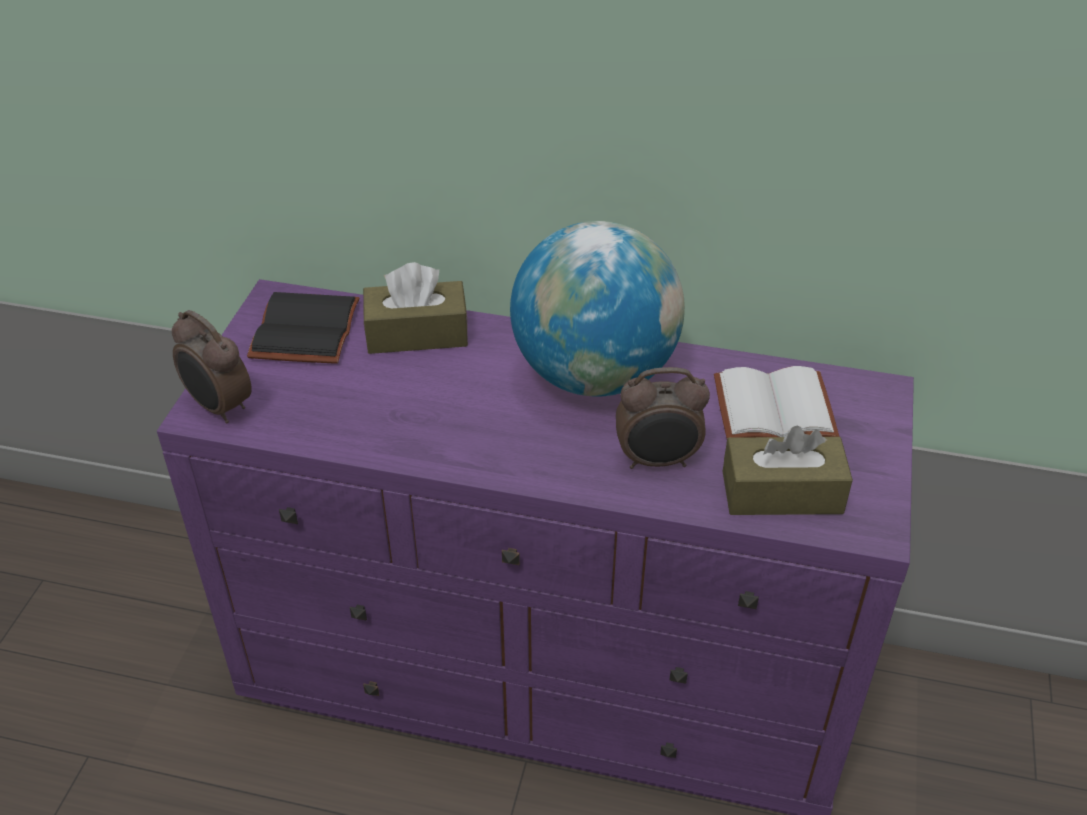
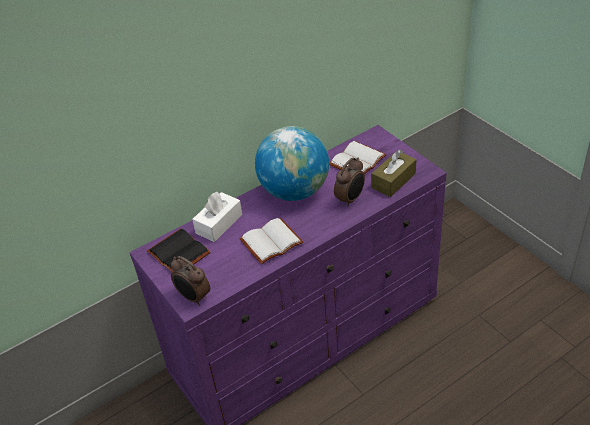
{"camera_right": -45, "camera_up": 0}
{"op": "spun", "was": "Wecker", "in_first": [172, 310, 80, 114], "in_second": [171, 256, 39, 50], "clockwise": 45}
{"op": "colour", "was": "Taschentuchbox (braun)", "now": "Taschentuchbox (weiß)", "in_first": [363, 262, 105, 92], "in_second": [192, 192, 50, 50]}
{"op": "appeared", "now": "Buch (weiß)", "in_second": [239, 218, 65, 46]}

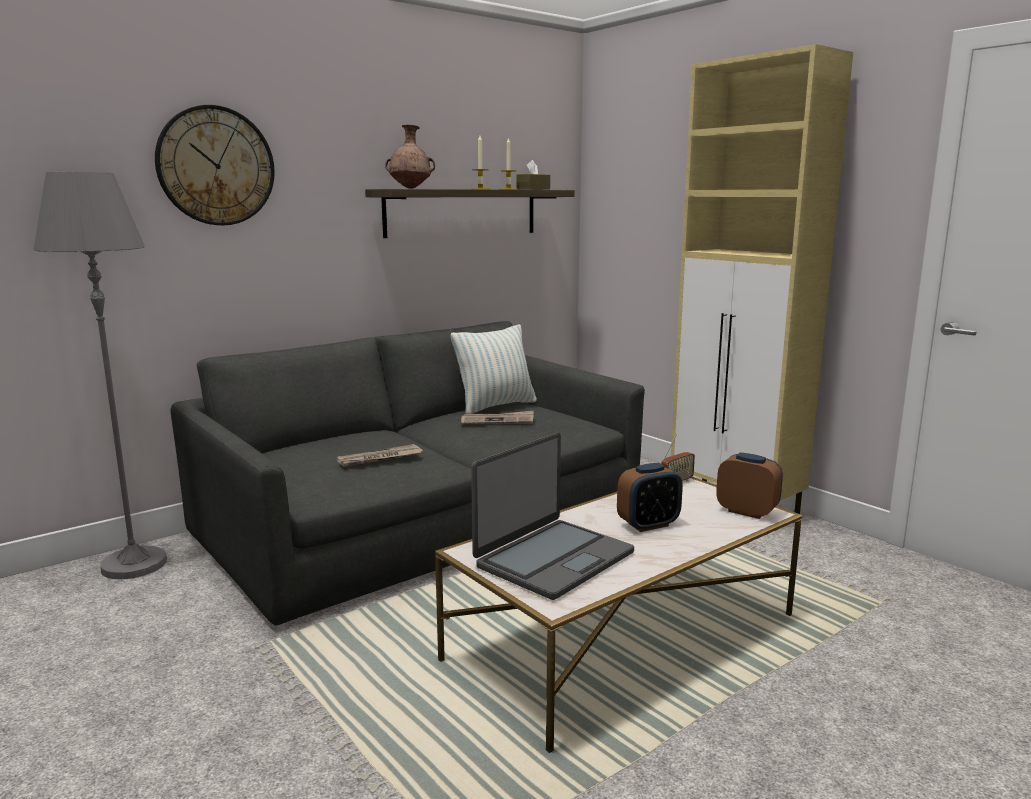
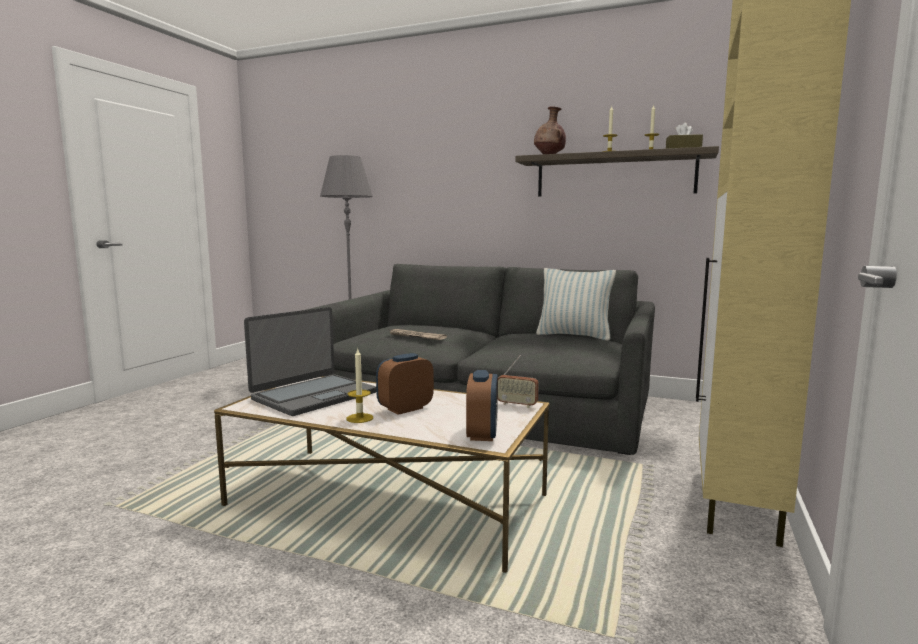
{"camera_right": 60, "camera_up": -5}
{"op": "spun", "was": "Laptop", "in_first": [471, 433, 163, 167], "in_second": [244, 307, 132, 109], "clockwise": -60}
{"op": "appeared", "now": "Kerze", "in_second": [346, 349, 27, 74]}
{"op": "spun", "was": "Wecker", "in_first": [617, 463, 66, 69], "in_second": [376, 353, 58, 62], "clockwise": 105}
{"op": "missing", "was": "Wanduhr", "in_first": [155, 105, 120, 120]}
{"op": "missing", "was": "Zeitung", "in_first": [461, 411, 73, 13]}

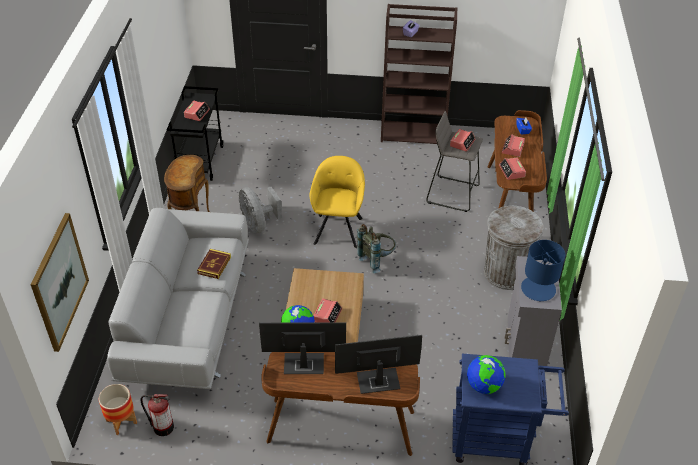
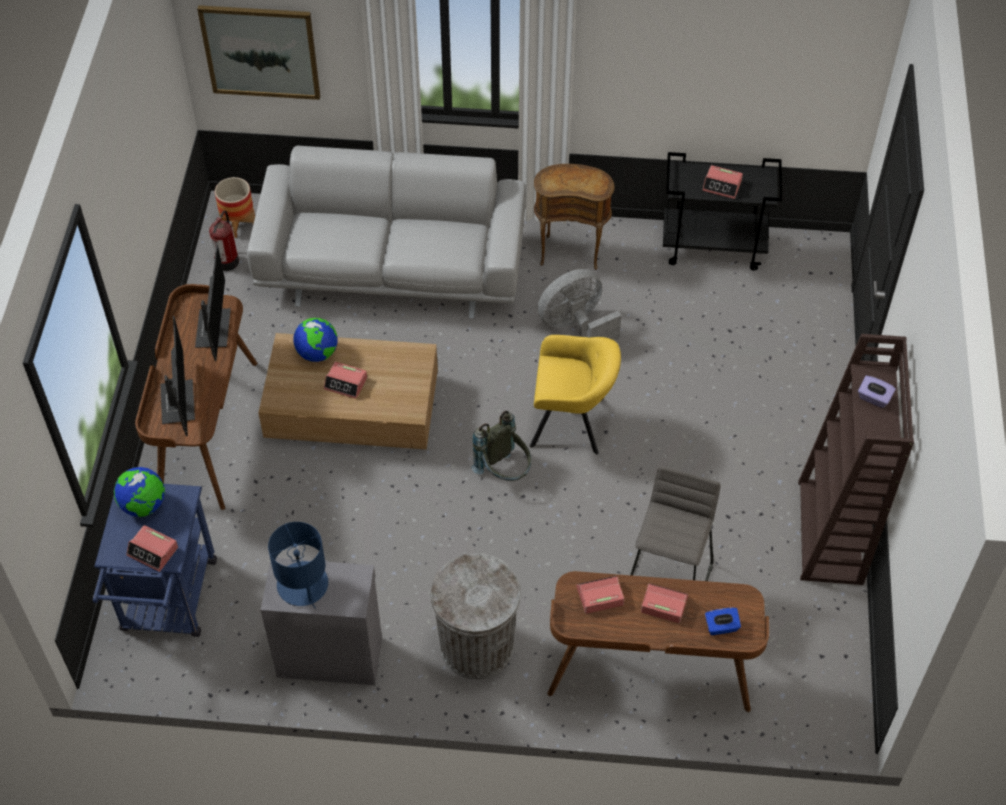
{"camera_right": 90, "camera_up": 10}
{"op": "relocated", "was": "Wecker", "in_first": [450, 129, 26, 23], "in_second": [126, 525, 52, 47]}
{"op": "missing", "was": "Buch", "in_first": [197, 249, 34, 30]}

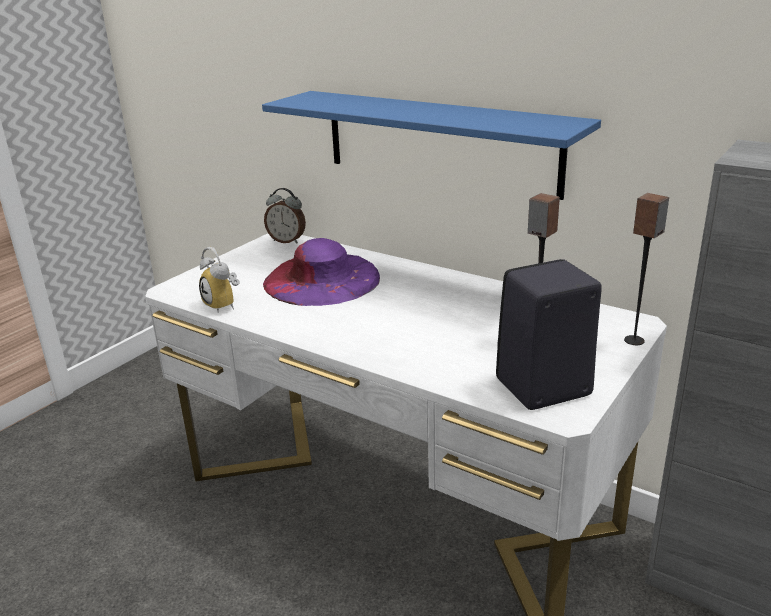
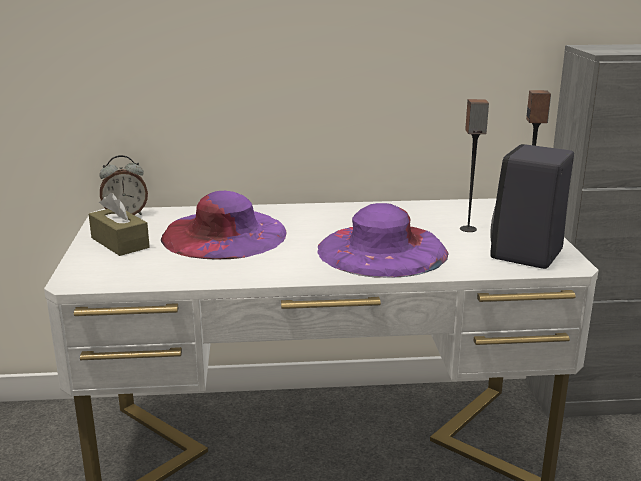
{"camera_right": -40, "camera_up": -5}
{"op": "appeared", "now": "Taschentuchbox (braun)", "in_second": [89, 193, 61, 63]}
{"op": "appeared", "now": "Hut (lila)", "in_second": [317, 203, 132, 75]}
{"op": "missing", "was": "Wecker", "in_first": [199, 247, 41, 66]}
{"op": "missing", "was": "Wandregal (blau)", "in_first": [262, 91, 339, 109]}

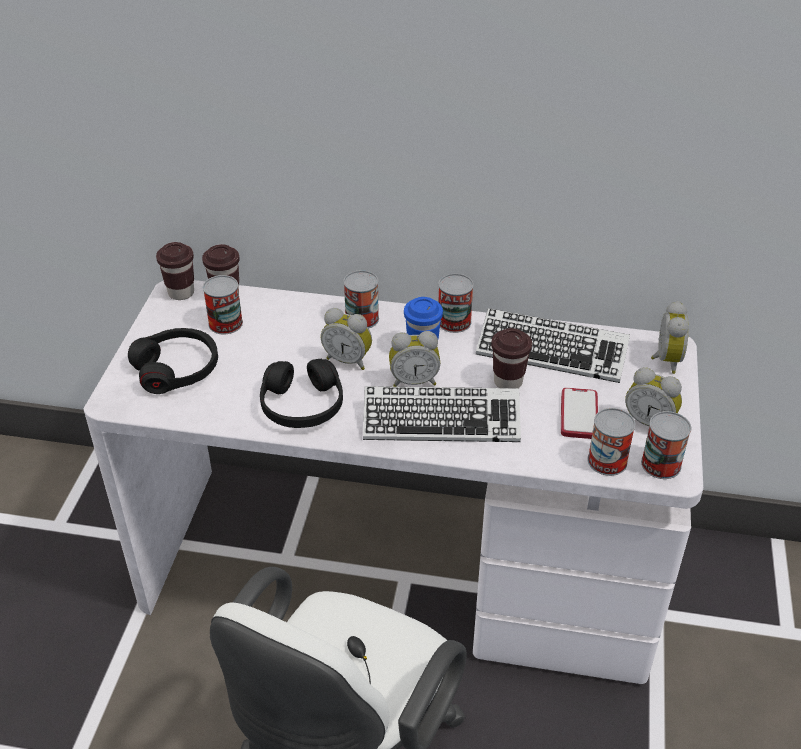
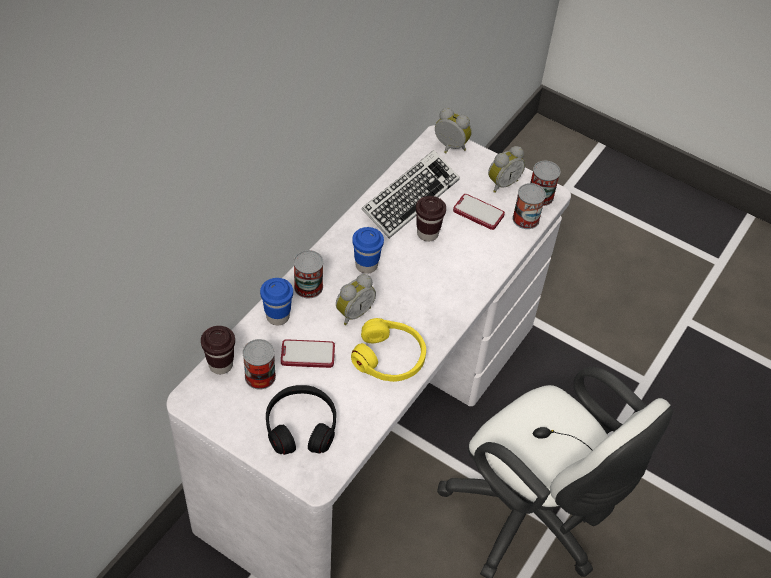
{"camera_right": -70, "camera_up": 10}
{"op": "appeared", "now": "Tasse (blau)", "in_second": [260, 278, 33, 47]}
{"op": "appeared", "now": "Handy", "in_second": [281, 340, 54, 28]}
{"op": "colour", "was": "Kopfhörer (schwarz)", "now": "Kopfhörer (gelb)", "in_first": [260, 359, 83, 69], "in_second": [351, 318, 75, 64]}
{"op": "missing", "was": "Tasse (braun)", "in_first": [156, 242, 38, 58]}
{"op": "missing", "was": "Tastatur", "in_first": [363, 386, 158, 56]}
{"op": "missing", "was": "Wecker", "in_first": [389, 331, 51, 56]}
{"op": "missing", "was": "Dose", "in_first": [438, 274, 36, 59]}

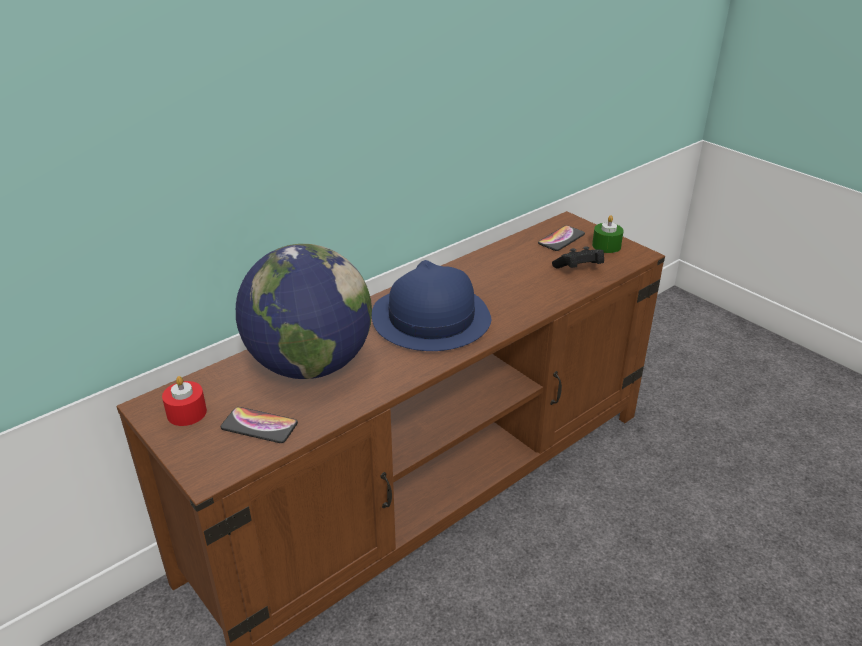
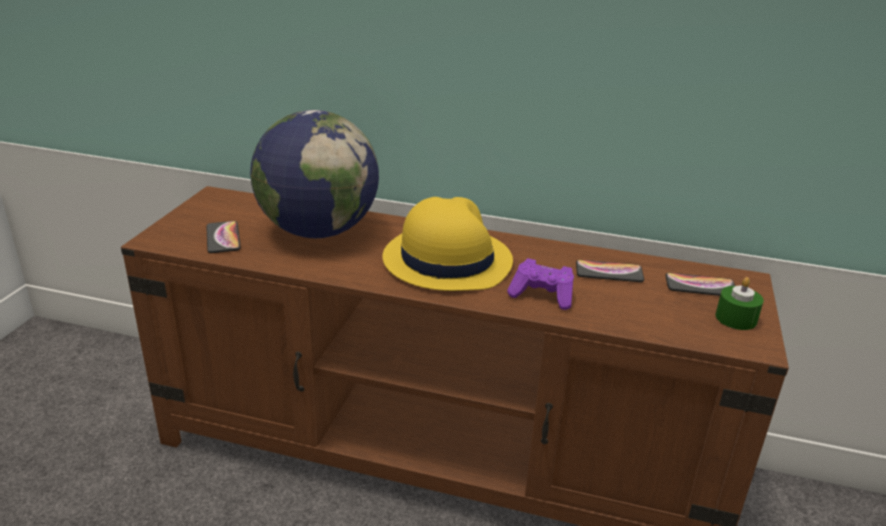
{"camera_right": 55, "camera_up": -5}
{"op": "colour", "was": "Hut (blau)", "now": "Hut (gelb)", "in_first": [372, 260, 119, 91], "in_second": [383, 197, 130, 94]}
{"op": "appeared", "now": "Gamepad (lila)", "in_second": [507, 258, 67, 52]}
{"op": "appeared", "now": "Handy", "in_second": [576, 260, 68, 22]}
{"op": "missing", "was": "Kerze (rot)", "in_first": [162, 376, 45, 50]}
{"op": "missing", "was": "Gamepad (schwarz)", "in_first": [552, 246, 52, 22]}

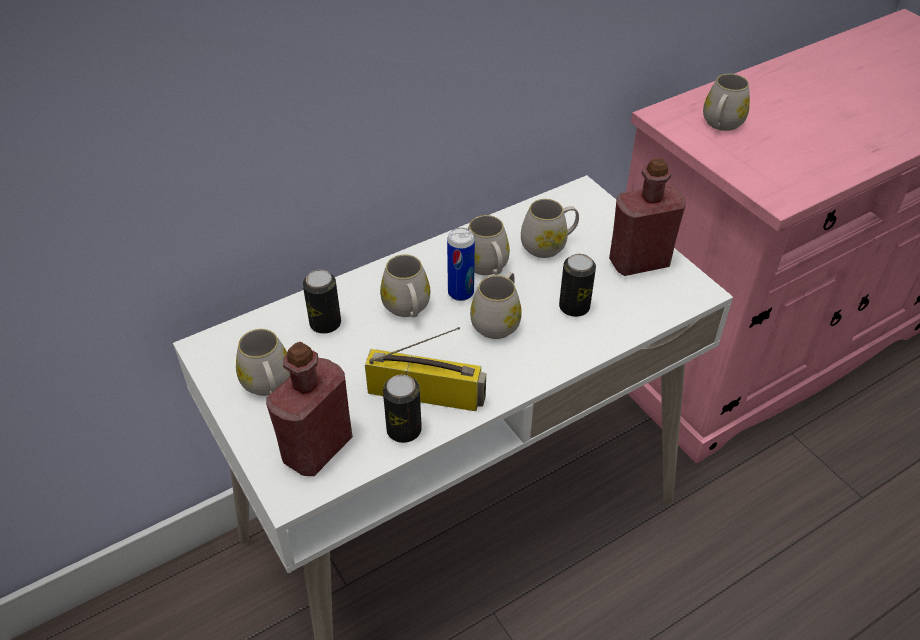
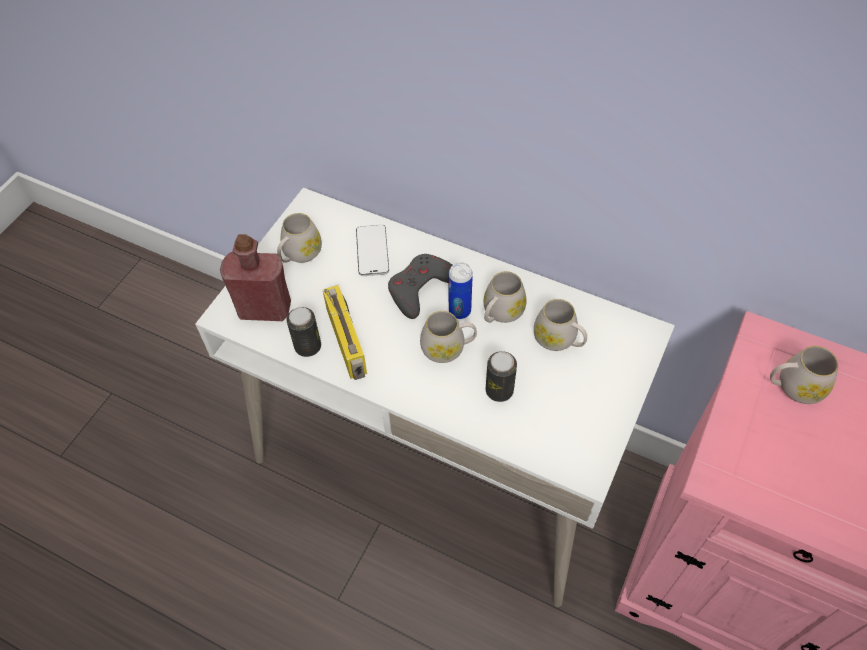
{"camera_right": 60, "camera_up": 10}
{"op": "exchanged", "was": "Dose", "now": "Handy", "in_first": [303, 270, 38, 64], "in_second": [356, 225, 33, 51]}
{"op": "exchanged", "was": "Henkelbecher (weiß)", "now": "Gamepad (grau)", "in_first": [380, 254, 50, 64], "in_second": [388, 254, 64, 65]}
{"op": "missing", "was": "Flasche (rot)", "in_first": [609, 158, 77, 118]}

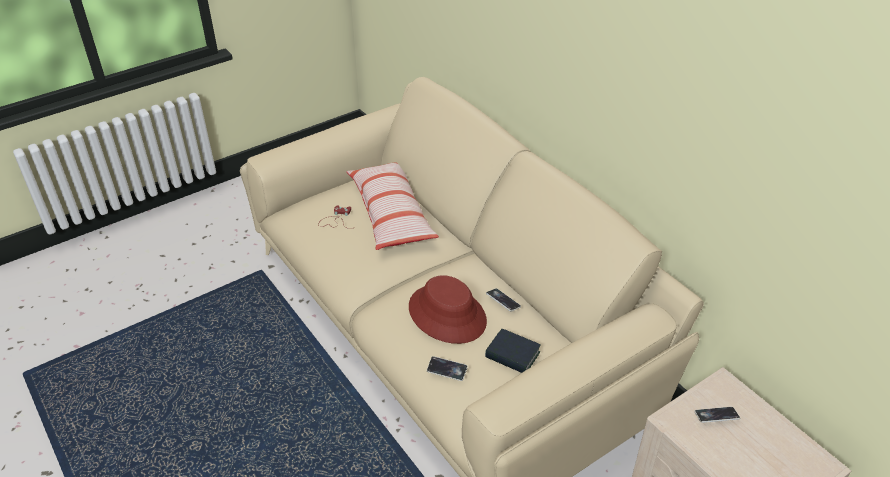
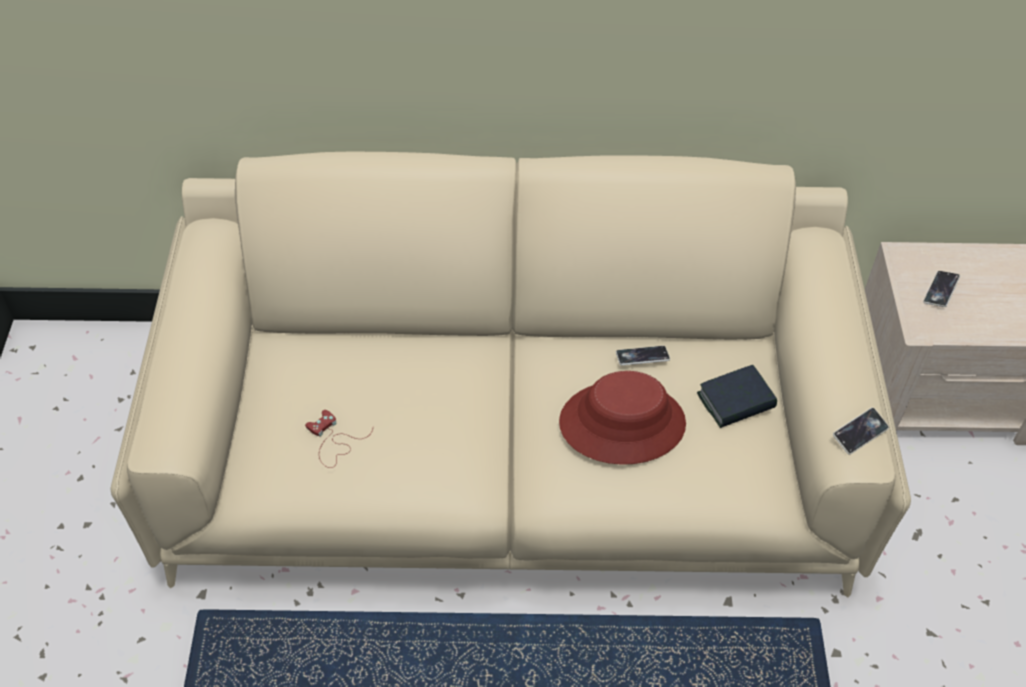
{"camera_right": -55, "camera_up": 10}
{"op": "relocated", "was": "Handy", "in_first": [427, 356, 41, 25], "in_second": [833, 408, 56, 46]}
{"op": "missing", "was": "Kissen", "in_first": [346, 162, 93, 88]}

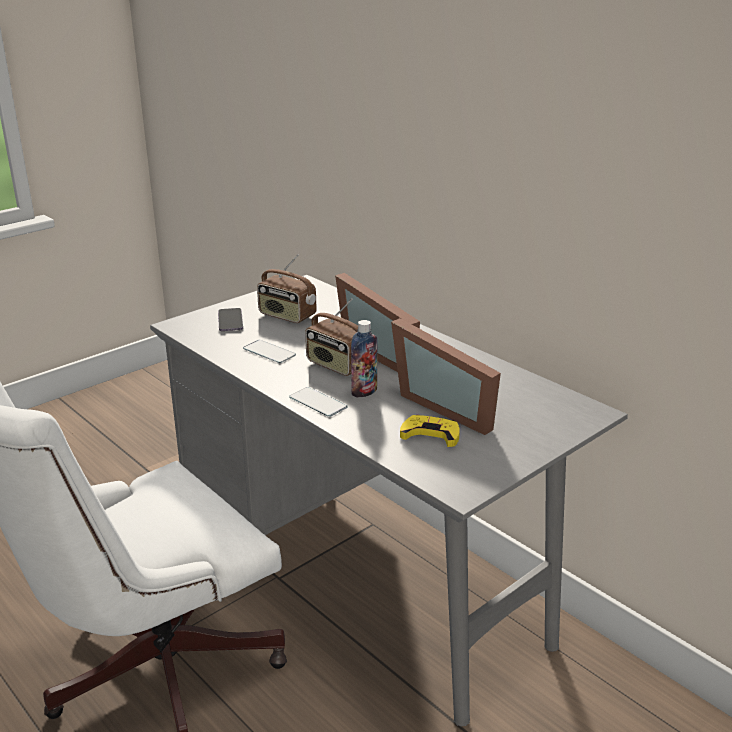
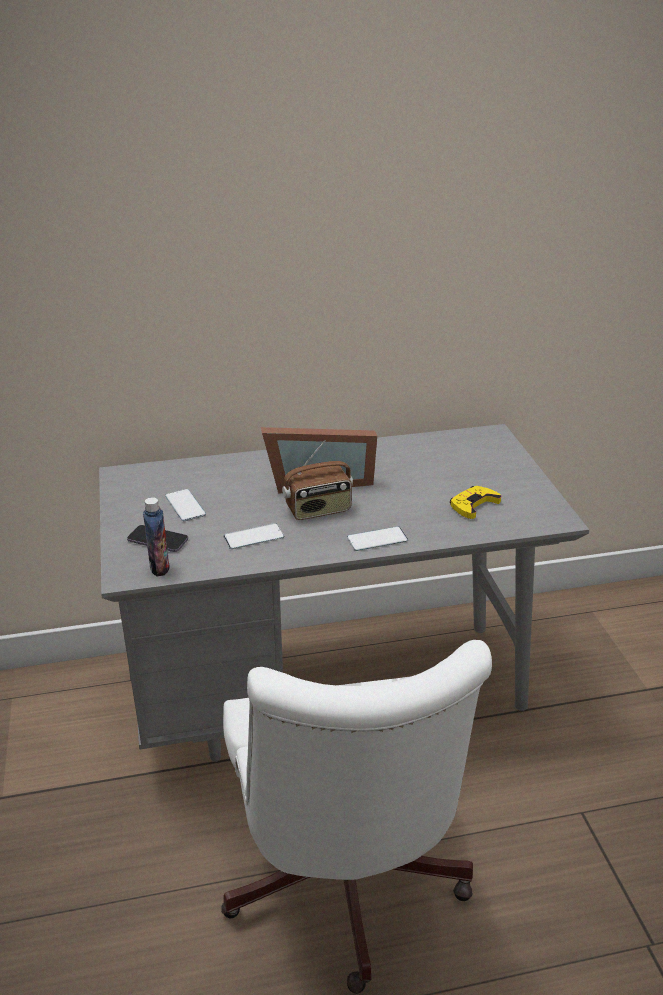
{"camera_right": -60, "camera_up": 5}
{"op": "relocated", "was": "Flasche", "in_first": [351, 320, 26, 78], "in_second": [143, 497, 26, 79]}
{"op": "exchanged", "was": "Radio", "now": "Handy", "in_first": [257, 254, 59, 69], "in_second": [165, 489, 41, 32]}
{"op": "missing", "was": "Bilderrahmen", "in_first": [391, 318, 110, 117]}

